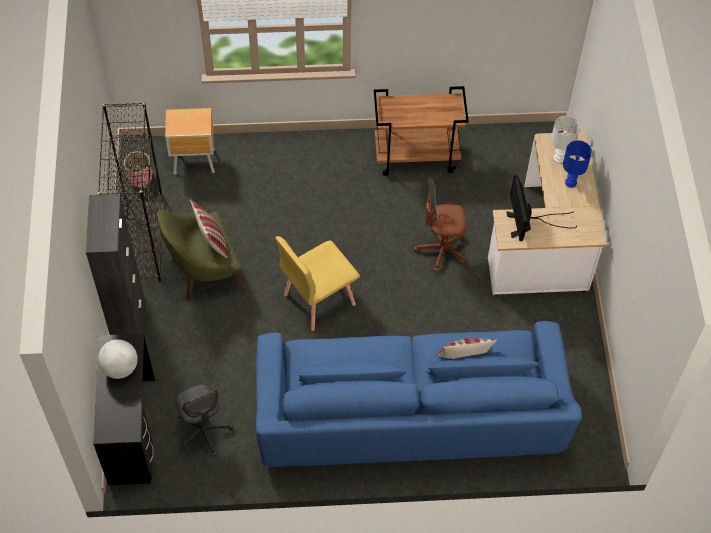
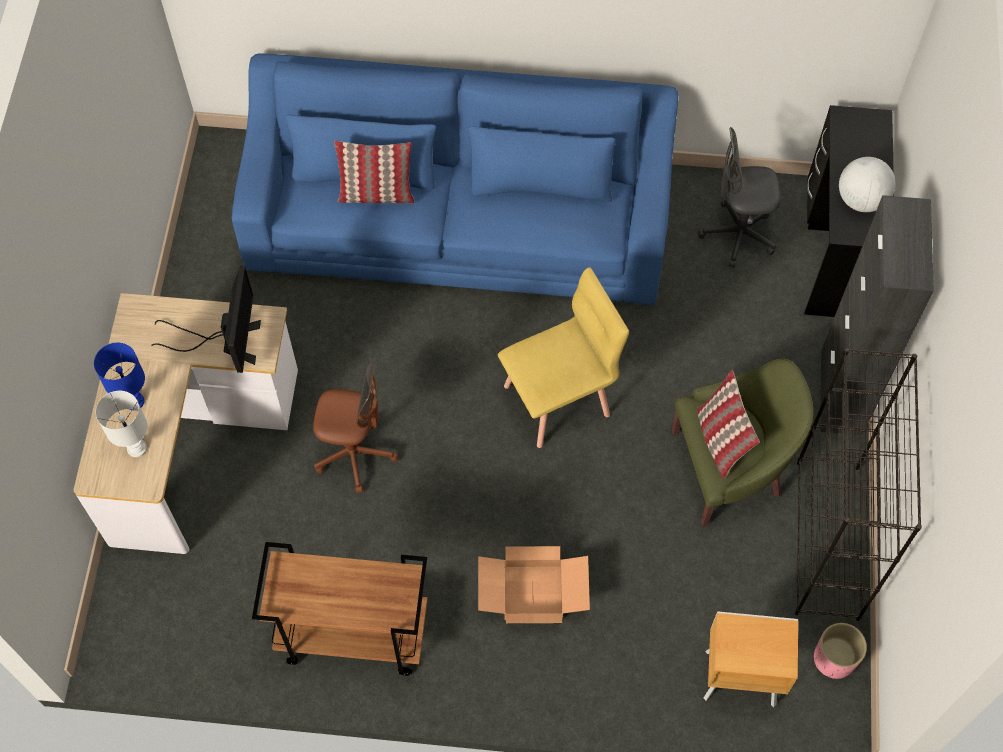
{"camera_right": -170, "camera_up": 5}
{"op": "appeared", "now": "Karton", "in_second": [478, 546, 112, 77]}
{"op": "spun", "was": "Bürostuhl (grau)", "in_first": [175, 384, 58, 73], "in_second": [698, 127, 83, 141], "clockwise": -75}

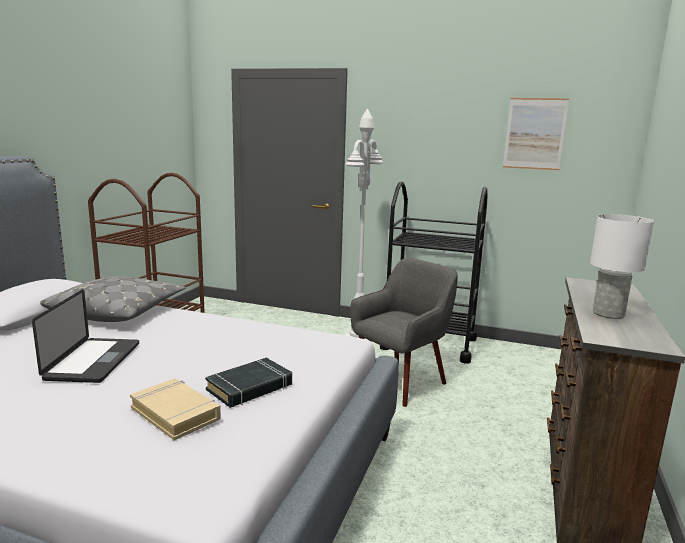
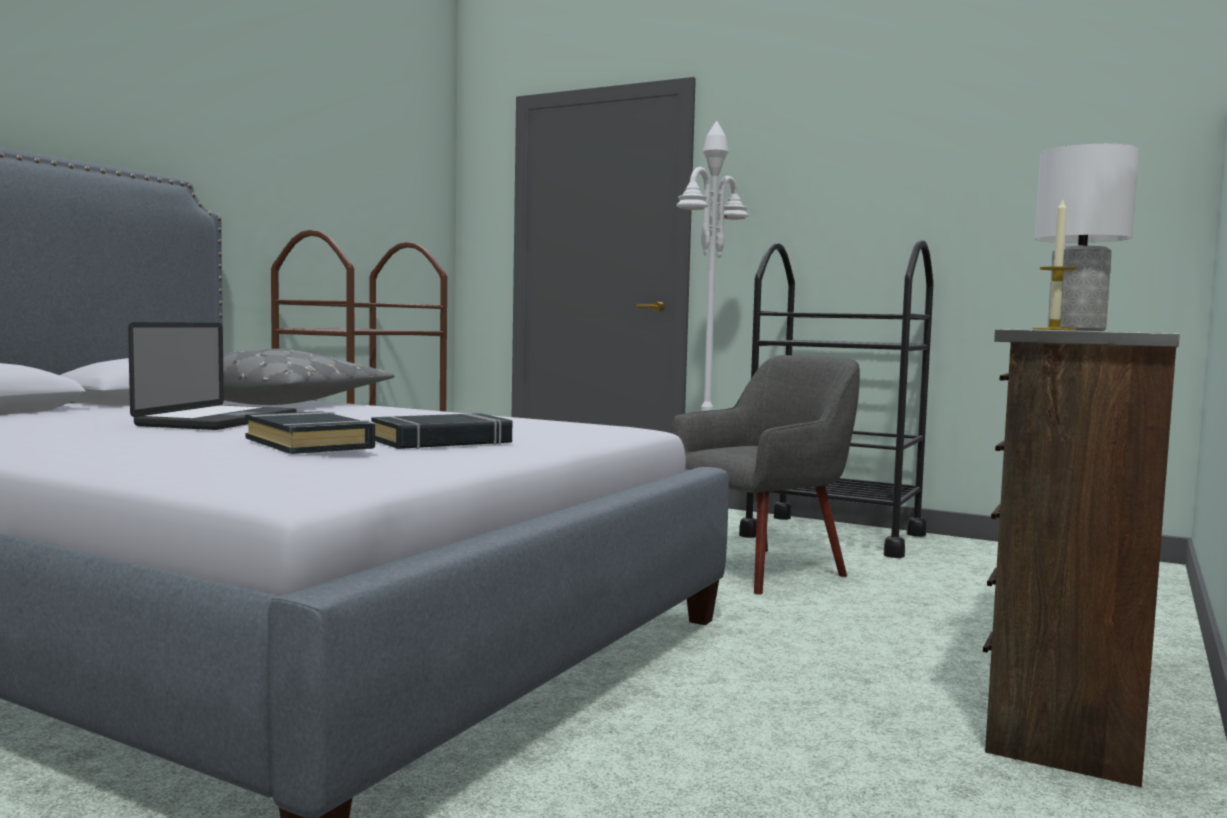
{"camera_right": 10, "camera_up": -10}
{"op": "colour", "was": "Buch (beige)", "now": "Buch (schwarz)", "in_first": [130, 379, 91, 61], "in_second": [245, 411, 130, 43]}
{"op": "appeared", "now": "Kerze", "in_second": [1033, 200, 44, 130]}
{"op": "missing", "was": "Bild", "in_first": [503, 98, 66, 72]}

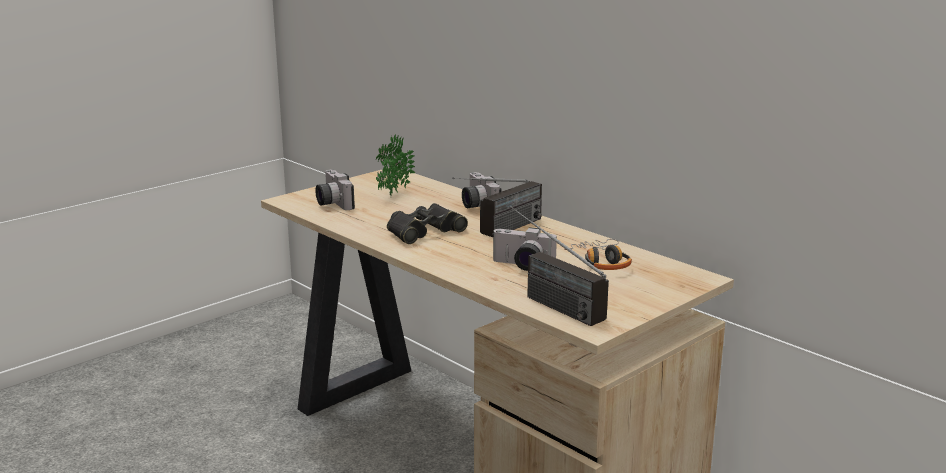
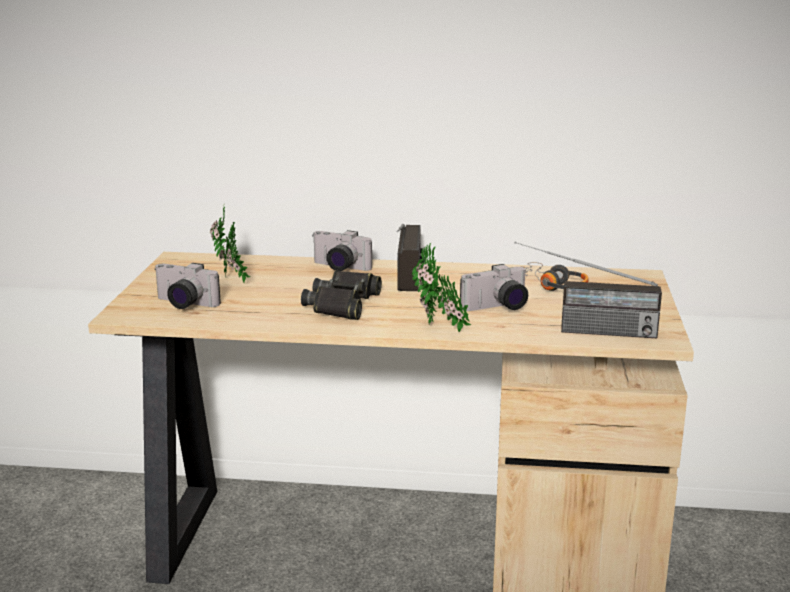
{"camera_right": -40, "camera_up": 0}
{"op": "appeared", "now": "Topfpflanze", "in_second": [412, 243, 59, 89]}

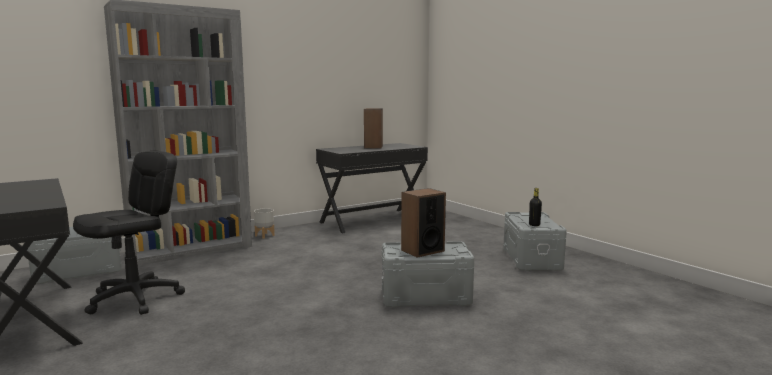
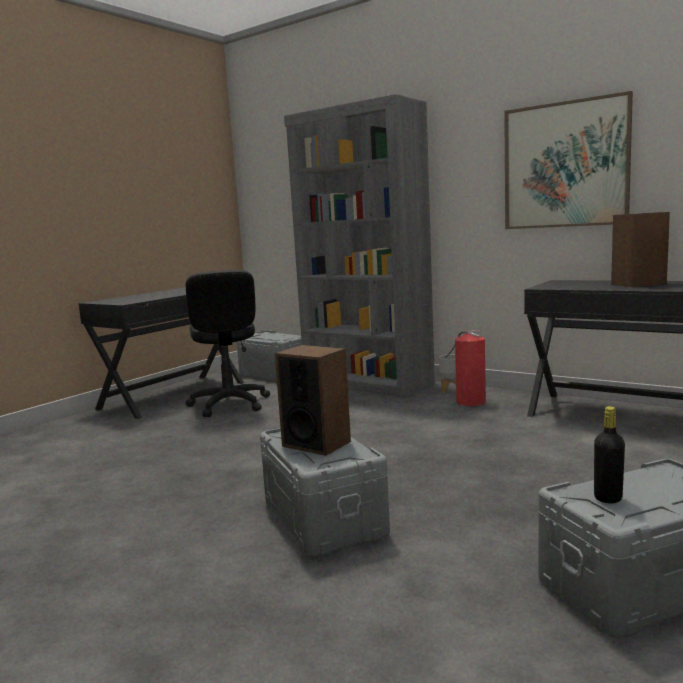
{"camera_right": 70, "camera_up": 0}
{"op": "spun", "was": "Bürostuhl (schwarz)", "in_first": [73, 151, 112, 164], "in_second": [185, 270, 85, 147], "clockwise": 60}
{"op": "appeared", "now": "Feuerlöscher", "in_second": [445, 330, 41, 76]}
{"op": "appeared", "now": "Bild", "in_second": [504, 91, 129, 138]}

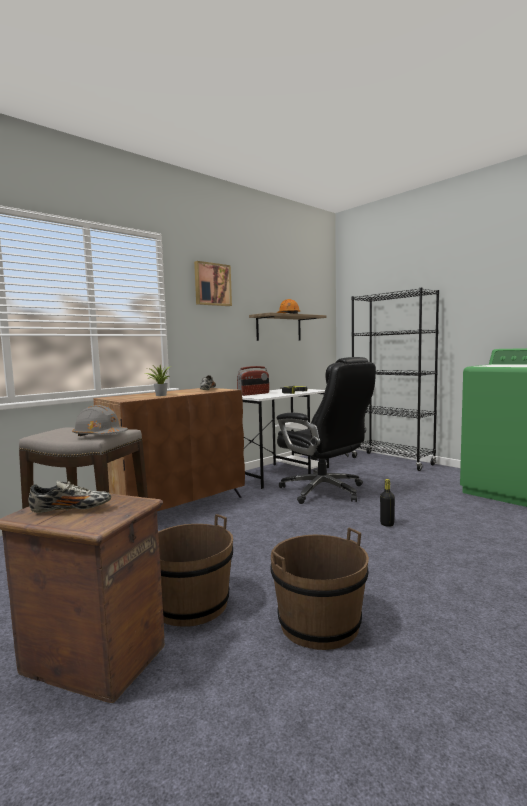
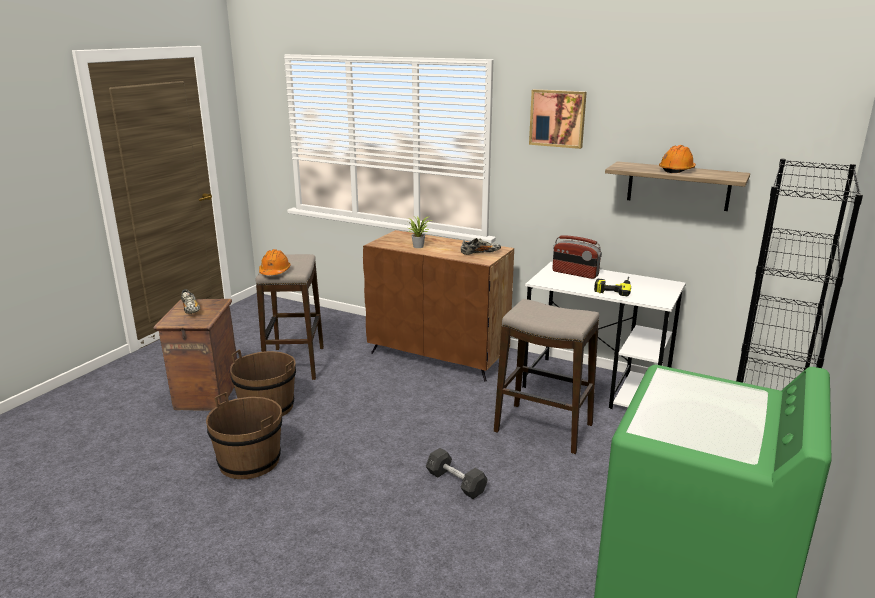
{"camera_right": 70, "camera_up": 15}
{"op": "colour", "was": "Schutzhelm (grau)", "now": "Schutzhelm (orange)", "in_first": [72, 405, 56, 31], "in_second": [259, 249, 31, 26]}
{"op": "exchanged", "was": "Flasche (schwarz)", "now": "Hantel (grau)", "in_first": [380, 479, 15, 48], "in_second": [426, 448, 62, 51]}
{"op": "exchanged", "was": "Bürostuhl (schwarz)", "now": "Hocker", "in_first": [277, 357, 99, 147], "in_second": [494, 299, 105, 155]}

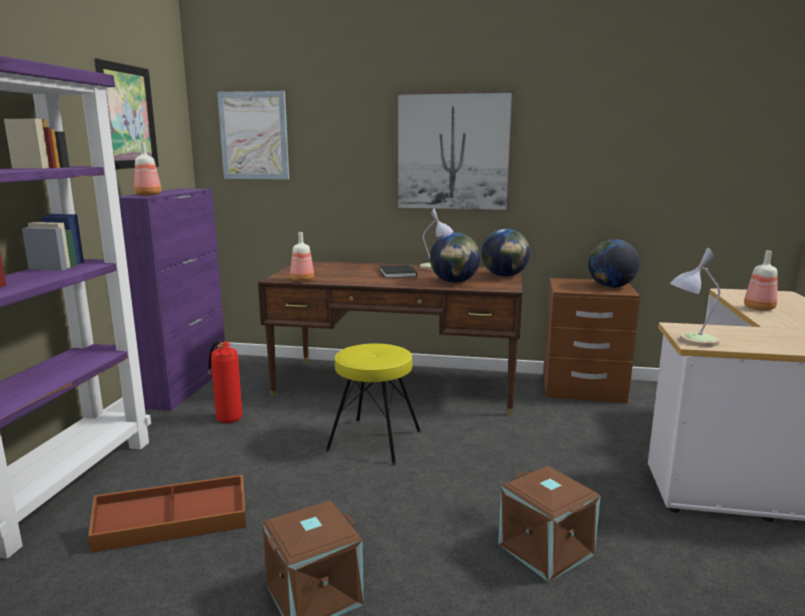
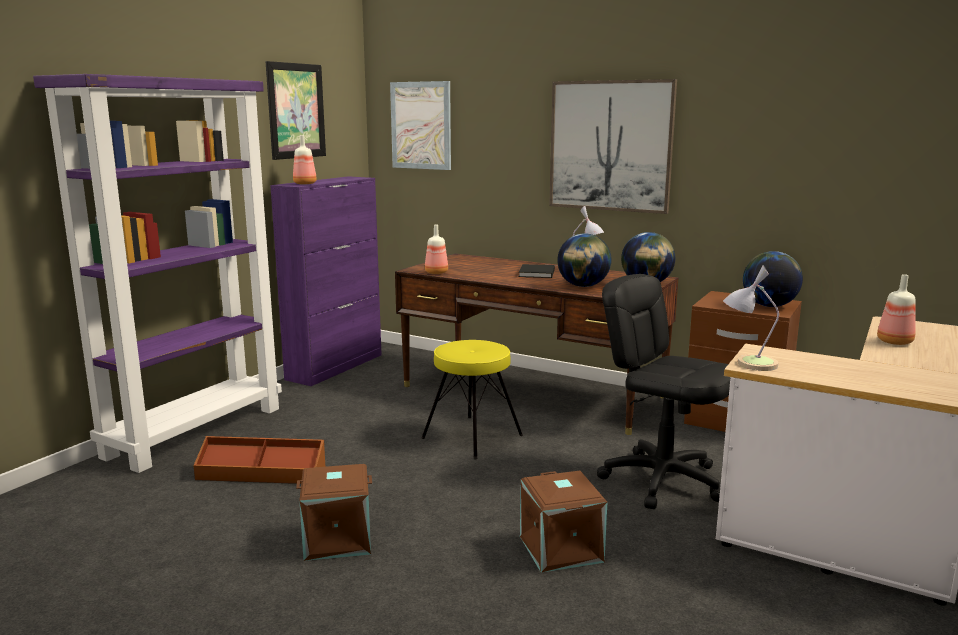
{"camera_right": 20, "camera_up": 0}
{"op": "appeared", "now": "Bürostuhl (schwarz)", "in_second": [597, 274, 134, 235]}
{"op": "missing", "was": "Feuerlöscher", "in_first": [208, 341, 34, 82]}

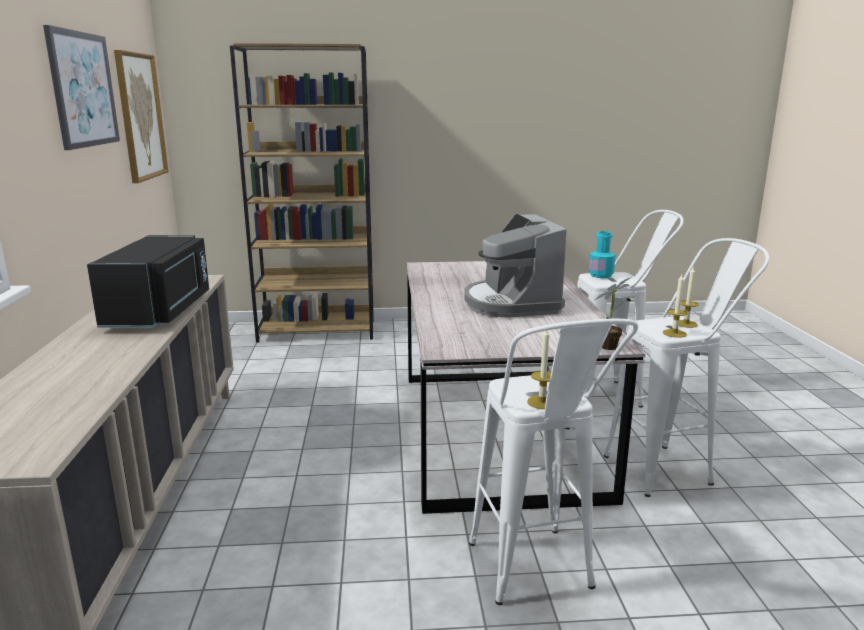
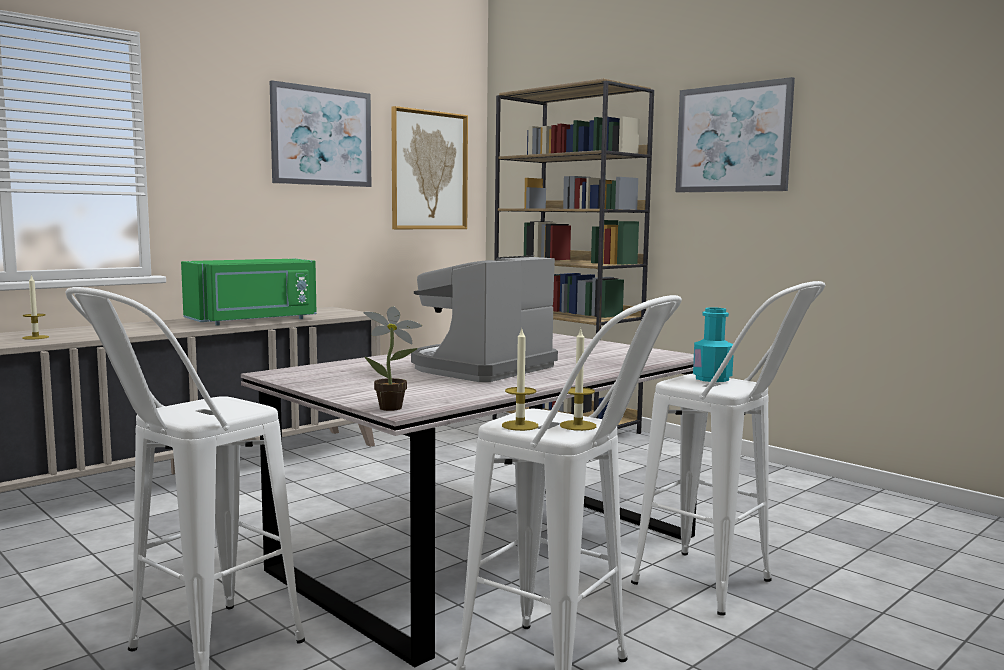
{"camera_right": 50, "camera_up": -10}
{"op": "relocated", "was": "Kerze", "in_first": [527, 331, 24, 78], "in_second": [22, 275, 27, 65]}
{"op": "colour", "was": "Mikrowelle (schwarz)", "now": "Mikrowelle (grün)", "in_first": [87, 235, 122, 93], "in_second": [181, 259, 136, 66]}
{"op": "appeared", "now": "Bild", "in_second": [676, 77, 119, 115]}

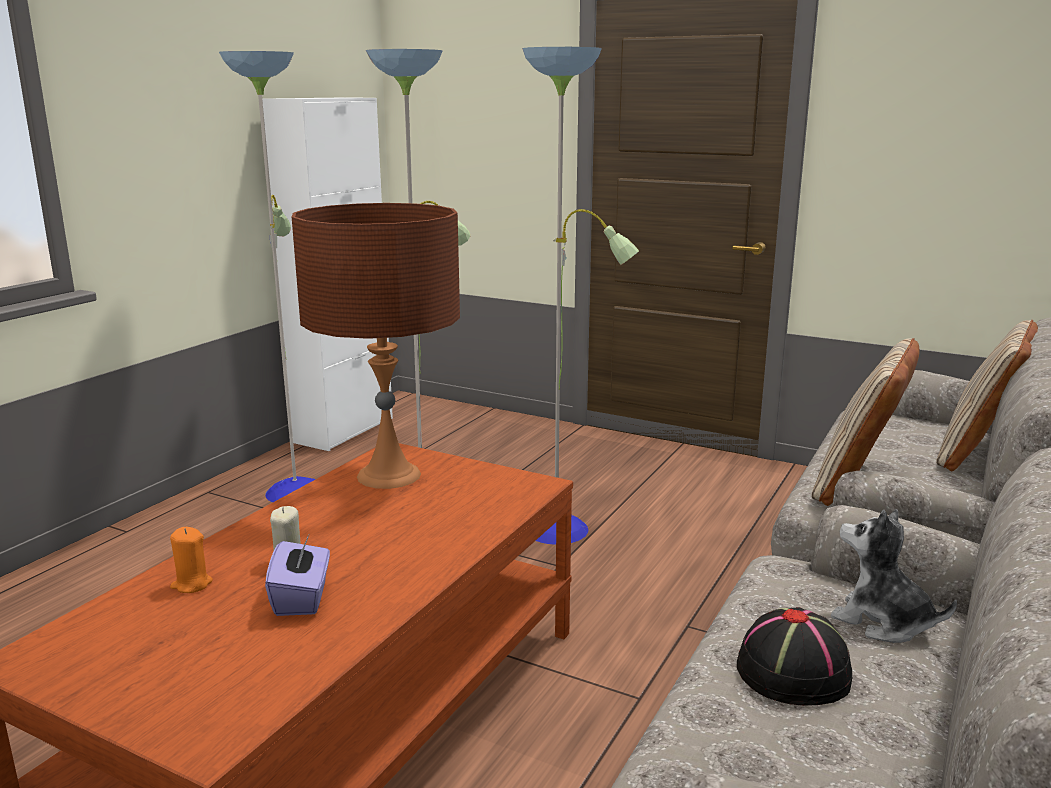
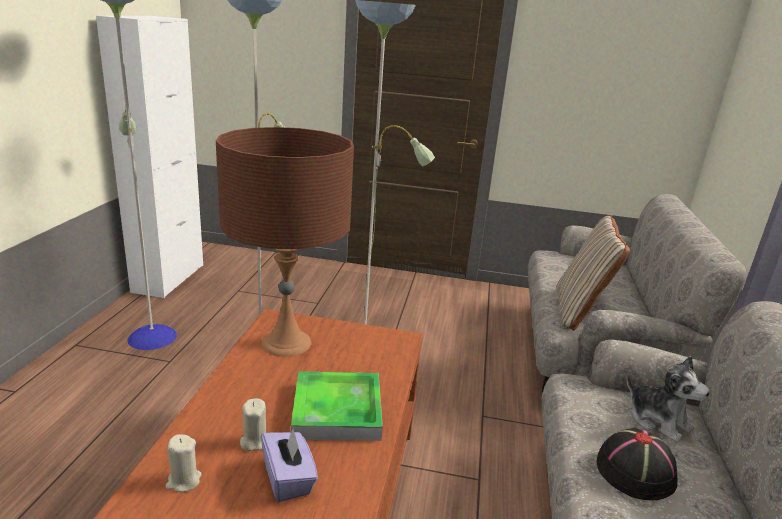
{"camera_right": -20, "camera_up": 5}
{"op": "colour", "was": "Kerze (orange)", "now": "Kerze (beige)", "in_first": [170, 527, 43, 66], "in_second": [166, 434, 36, 58]}
{"op": "appeared", "now": "Tablett", "in_second": [291, 371, 92, 70]}
{"op": "spun", "was": "Plüschtier", "in_first": [831, 509, 126, 134], "in_second": [627, 356, 83, 87], "clockwise": -150}
{"op": "missing", "was": "Kissen (beige)", "in_first": [936, 320, 102, 151]}

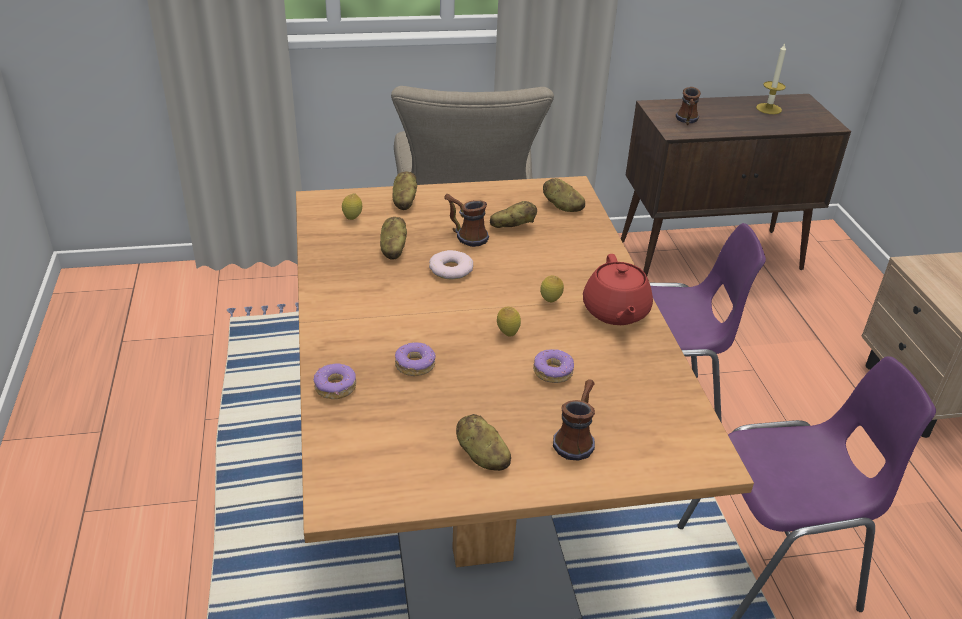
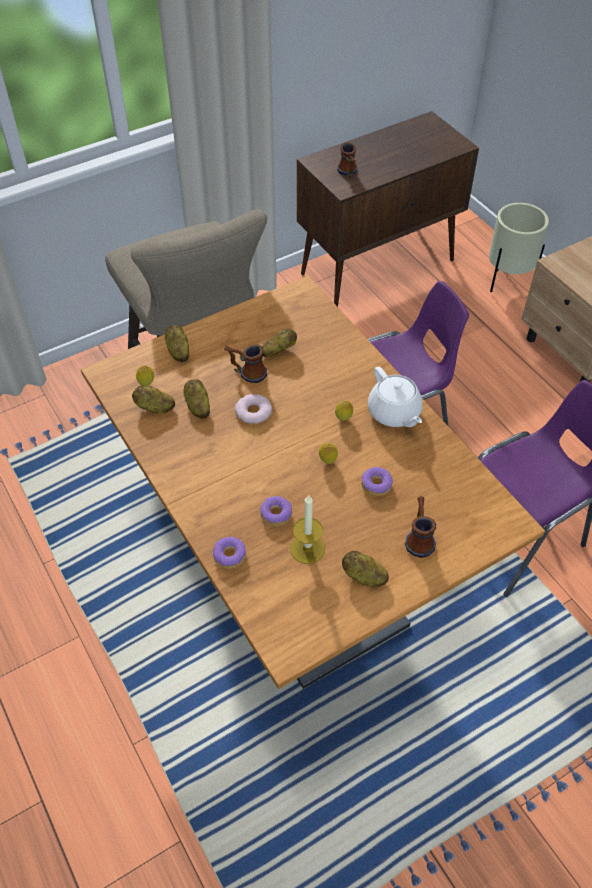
{"camera_right": -20, "camera_up": 15}
{"op": "relocated", "was": "Kartoffel", "in_first": [543, 178, 42, 34], "in_second": [132, 385, 43, 29]}
{"op": "relocated", "was": "Kerze", "in_first": [756, 44, 30, 70], "in_second": [290, 495, 35, 69]}
{"op": "colour", "was": "Teekanne (rot)", "now": "Teekanne (weiß)", "in_first": [583, 254, 70, 71], "in_second": [368, 367, 55, 60]}
{"op": "appeared", "now": "Pflanzkübel (beige)", "in_second": [489, 203, 60, 89]}

